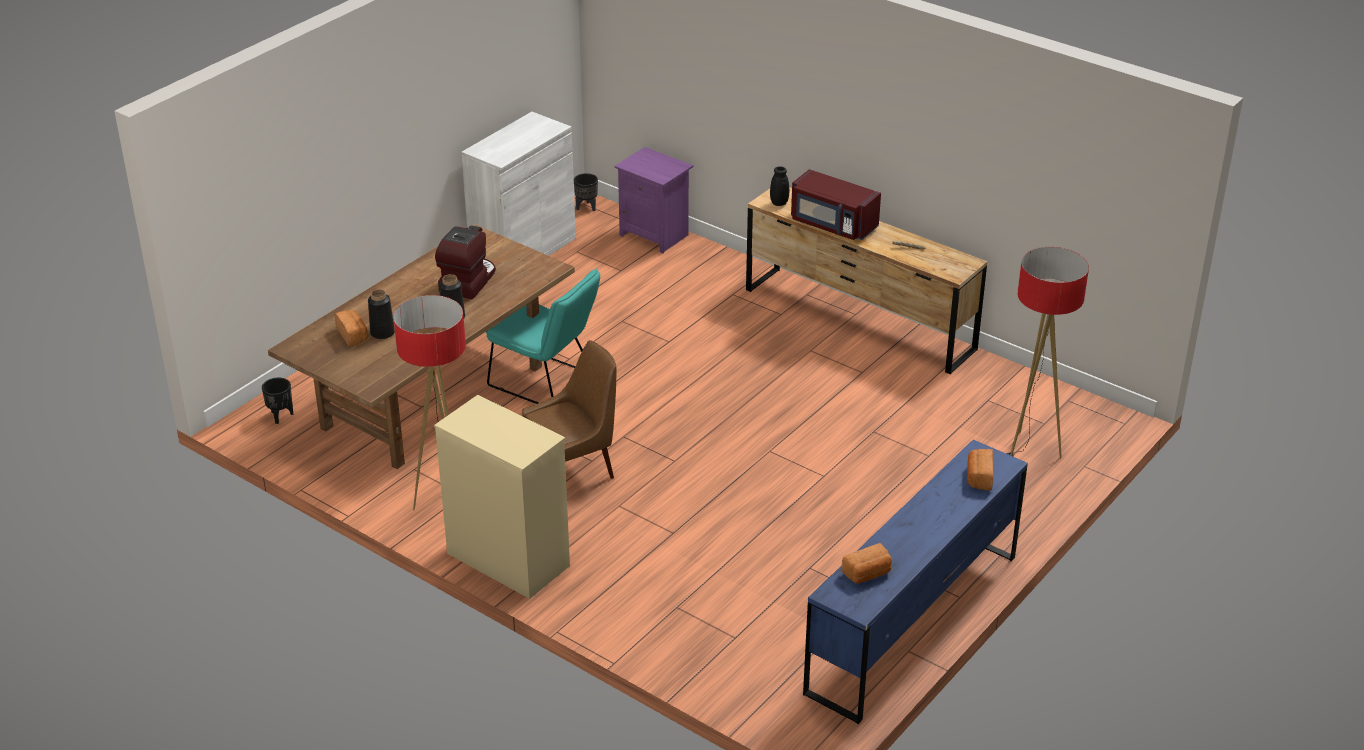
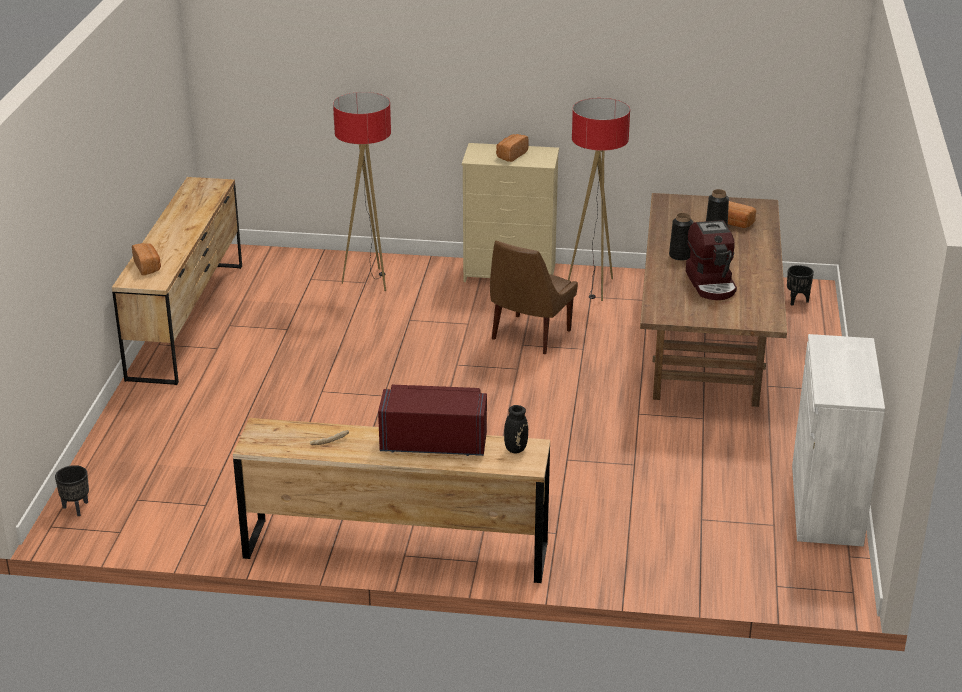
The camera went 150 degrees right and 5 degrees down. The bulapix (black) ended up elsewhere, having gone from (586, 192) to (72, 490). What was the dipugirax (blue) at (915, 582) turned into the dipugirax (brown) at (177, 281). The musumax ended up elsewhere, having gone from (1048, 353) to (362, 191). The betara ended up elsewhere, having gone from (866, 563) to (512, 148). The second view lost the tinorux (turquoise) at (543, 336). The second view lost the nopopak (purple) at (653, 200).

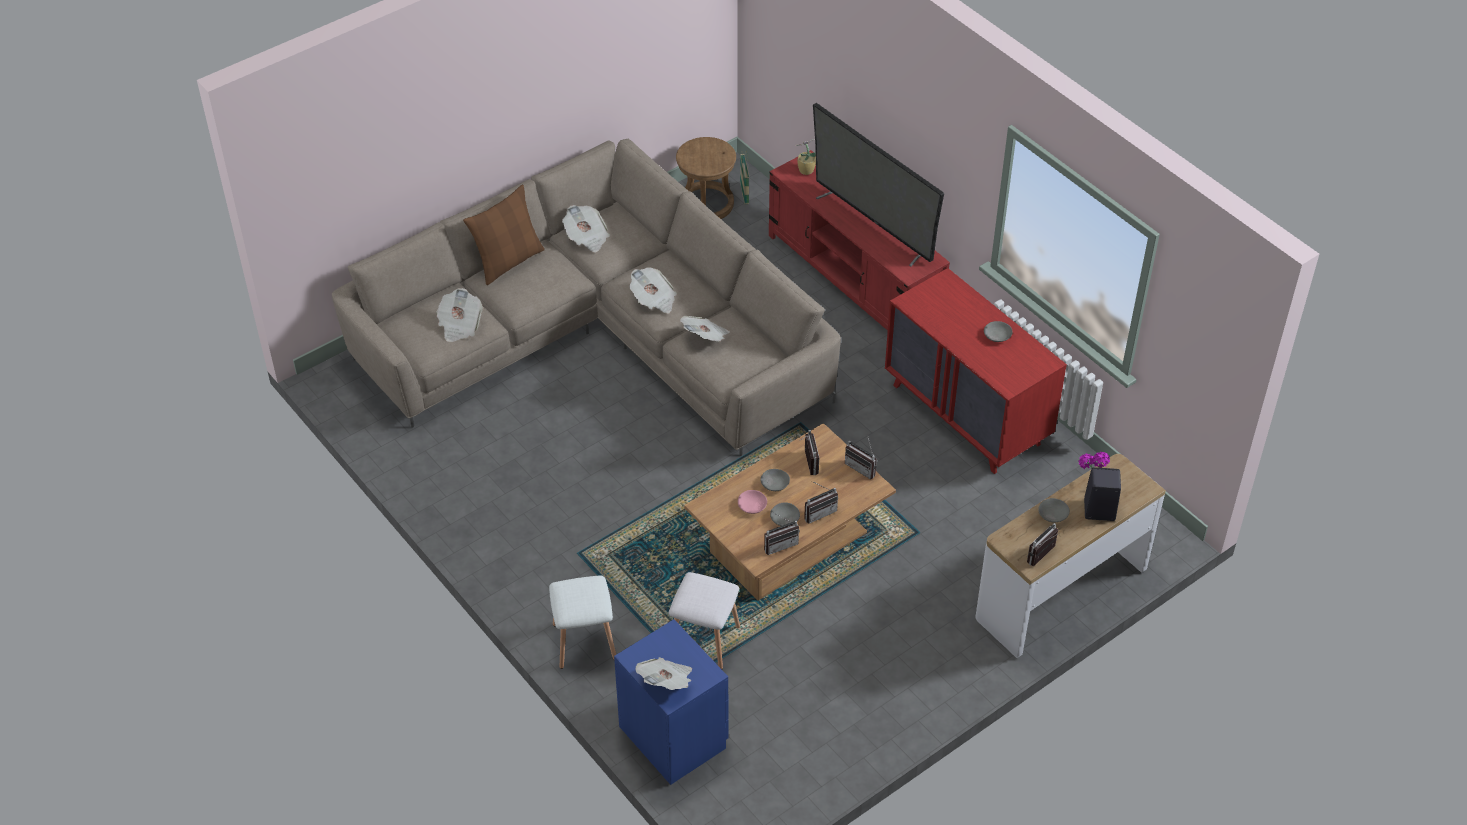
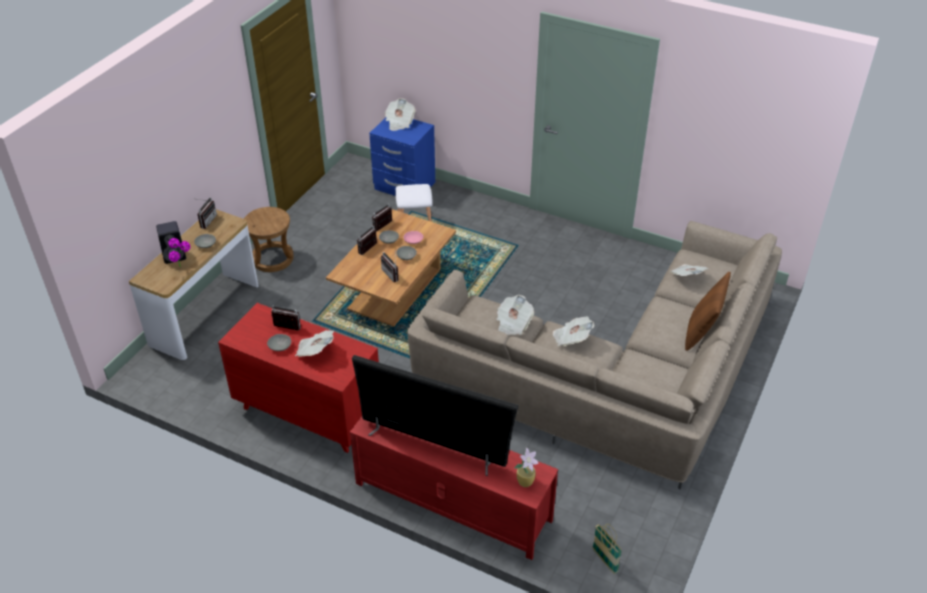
The camera went 155 degrees right and 5 degrees down. The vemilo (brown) ended up elsewhere, having gone from (706, 178) to (269, 239). The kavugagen ended up elsewhere, having gone from (861, 456) to (286, 318). The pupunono ended up elsewhere, having gone from (586, 229) to (314, 343). The second view lost the vemilo (white) at (582, 622).

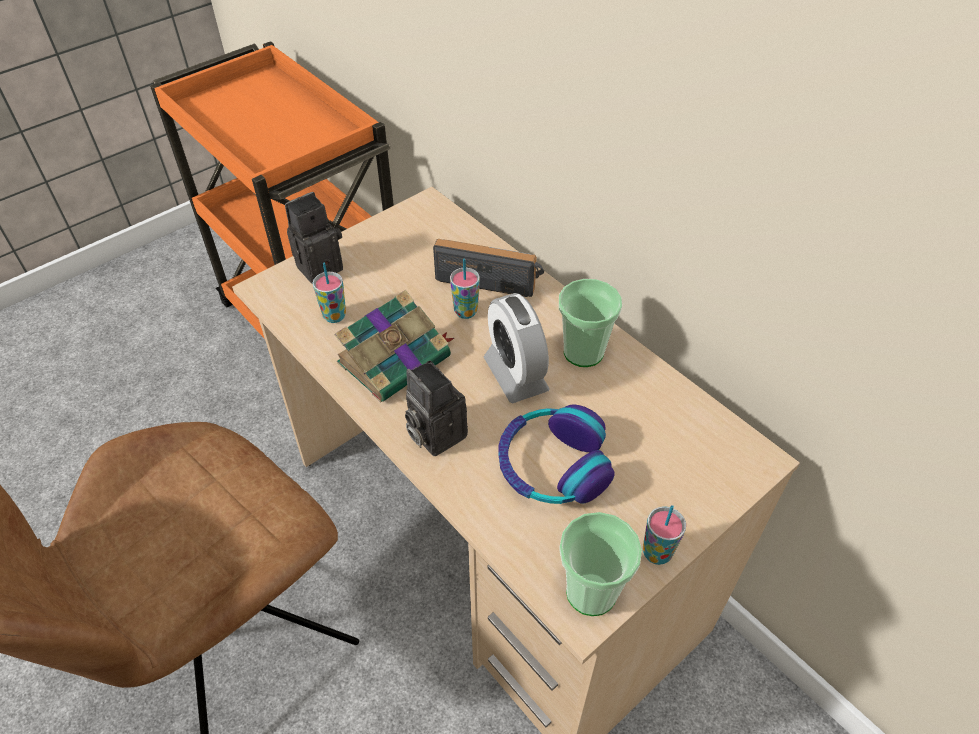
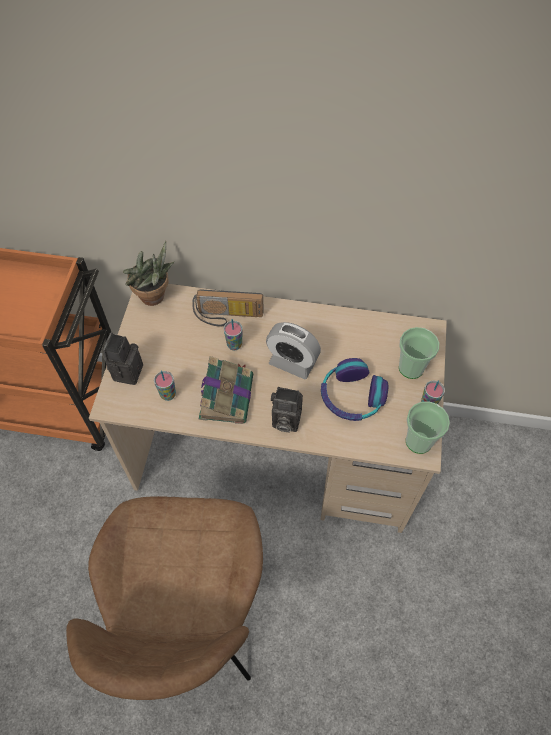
The camera went 40 degrees left and 10 degrees up. The second view gained the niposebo at (148, 273). The kavugagen at (488, 268) ended up facing another way, 150 degrees counterclockwise from before. The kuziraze ended up elsewhere, having gone from (590, 323) to (419, 353).

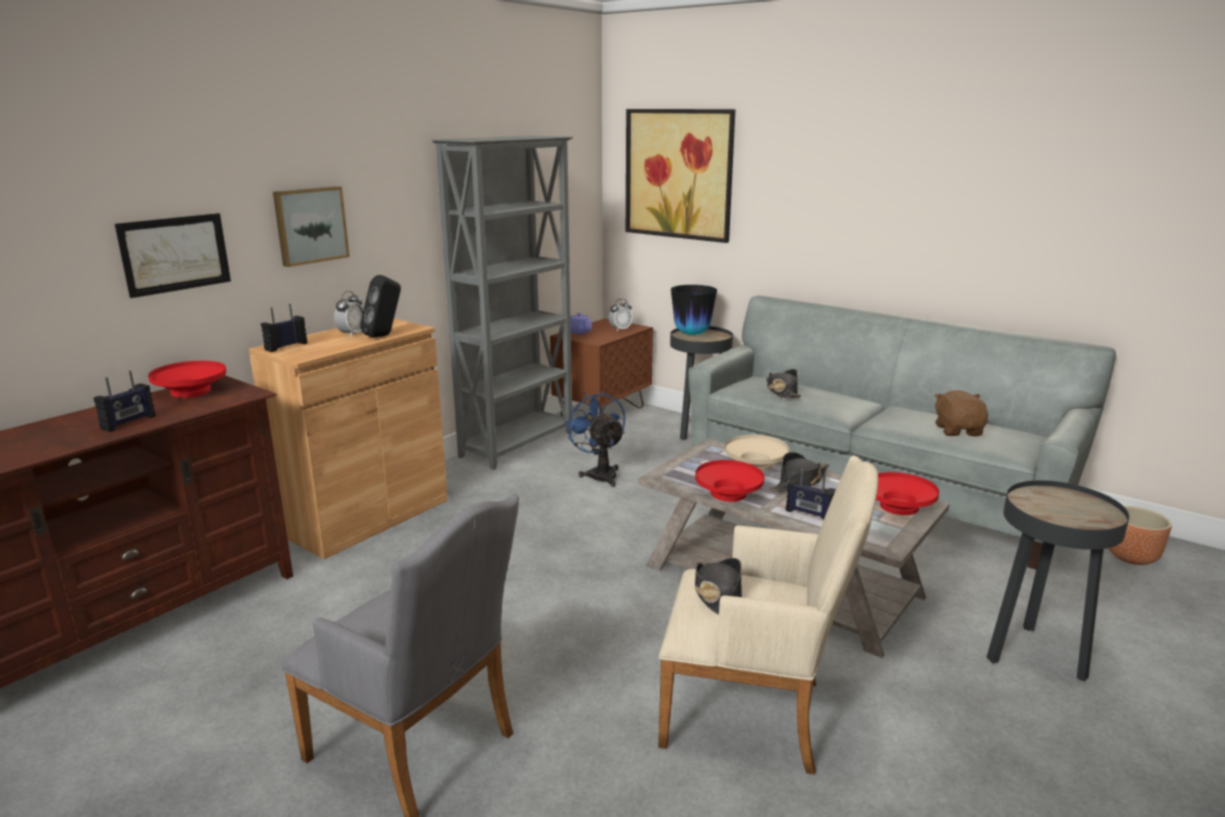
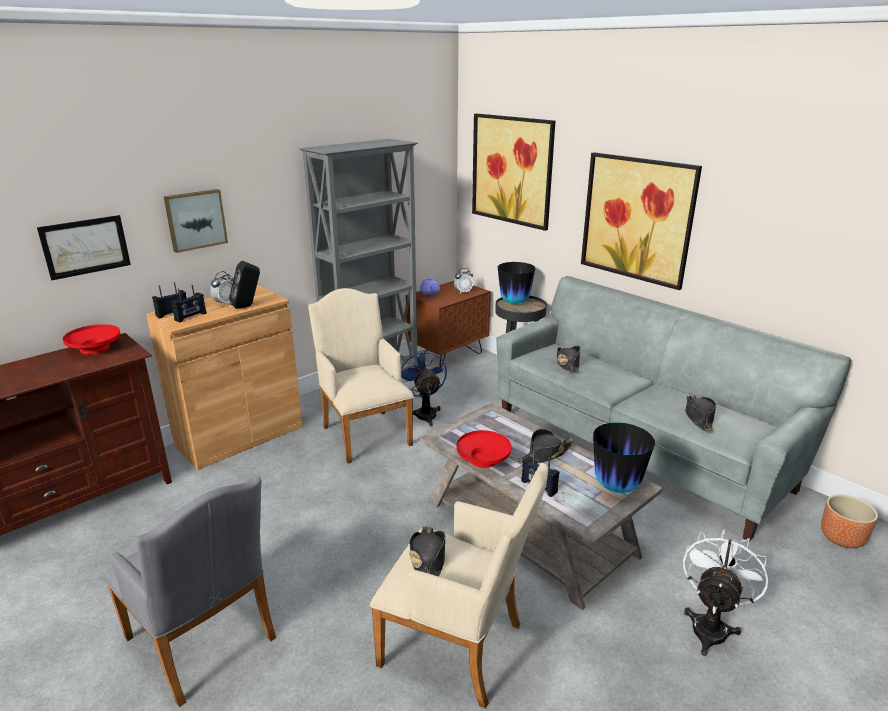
The camera went 10 degrees right and 5 degrees up. The kavugagen ended up elsewhere, having gone from (125, 401) to (188, 303). The second view gained the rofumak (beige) at (361, 376). The second view gained the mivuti at (641, 221). Where the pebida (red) stood at (907, 493), the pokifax came to stand at (624, 457). Where the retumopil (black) stood at (1058, 580), the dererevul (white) came to stand at (725, 592). Where the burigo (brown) stood at (961, 413), the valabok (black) came to stand at (700, 413). The second view lost the pebida (beige) at (757, 453).

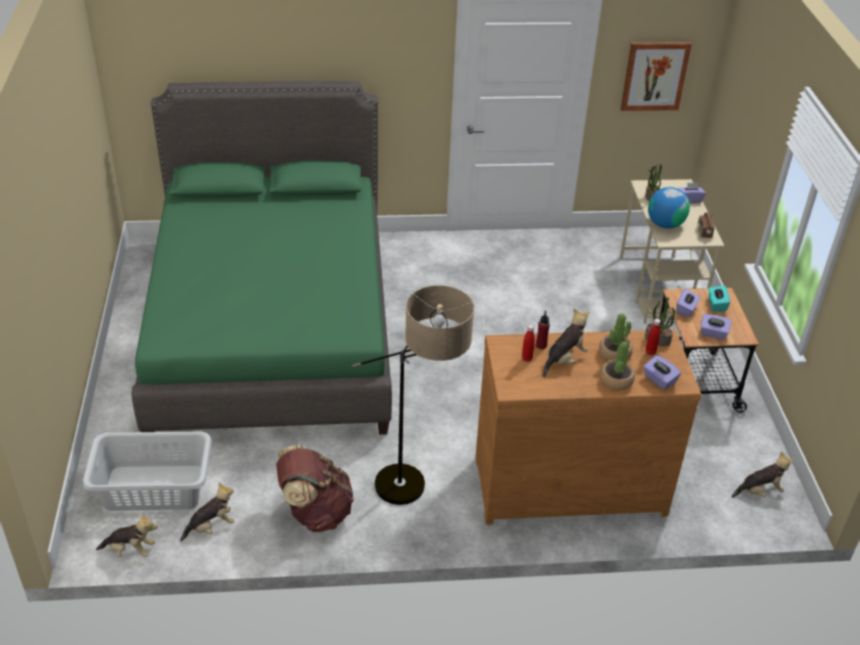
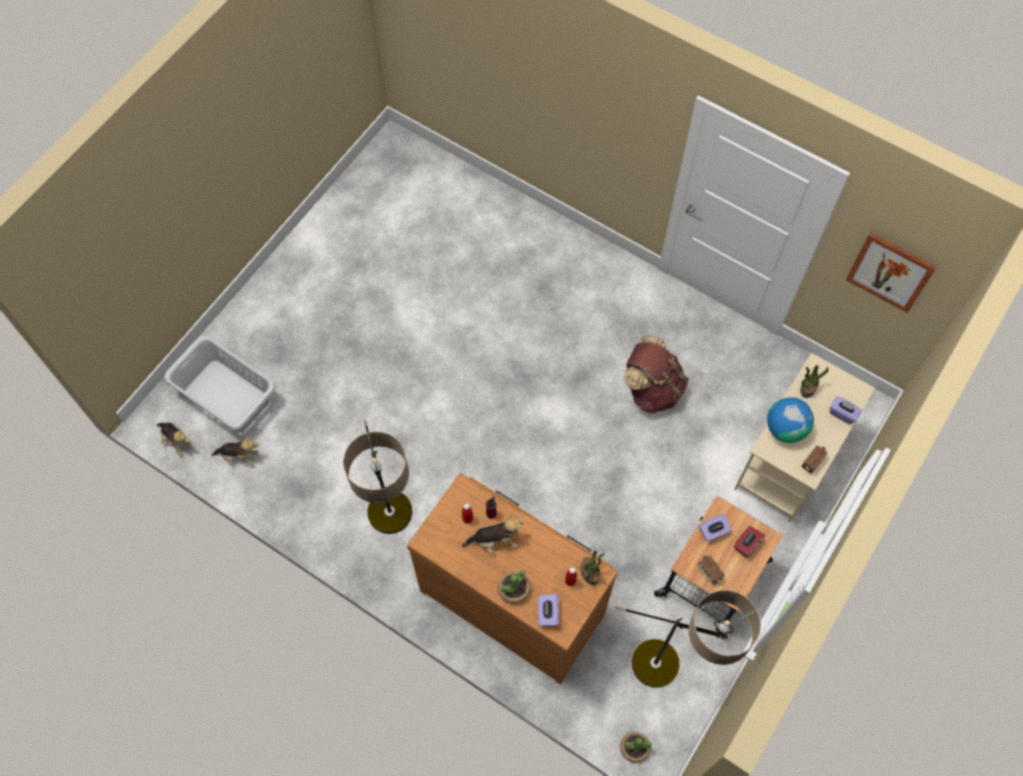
The camera went 40 degrees right and 25 degrees up. The second view gained the musumax at (688, 638). The niposebo ended up elsewhere, having gone from (616, 337) to (636, 747). The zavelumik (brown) ended up elsewhere, having gone from (315, 488) to (656, 374). Where the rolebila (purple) stood at (716, 327), the kavugagen came to stand at (711, 570). What was the rolebila (turquoise) at (719, 299) turned into the rolebila (red) at (749, 541). The second view lost the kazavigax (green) at (261, 262). The second view lost the burigo at (763, 474).

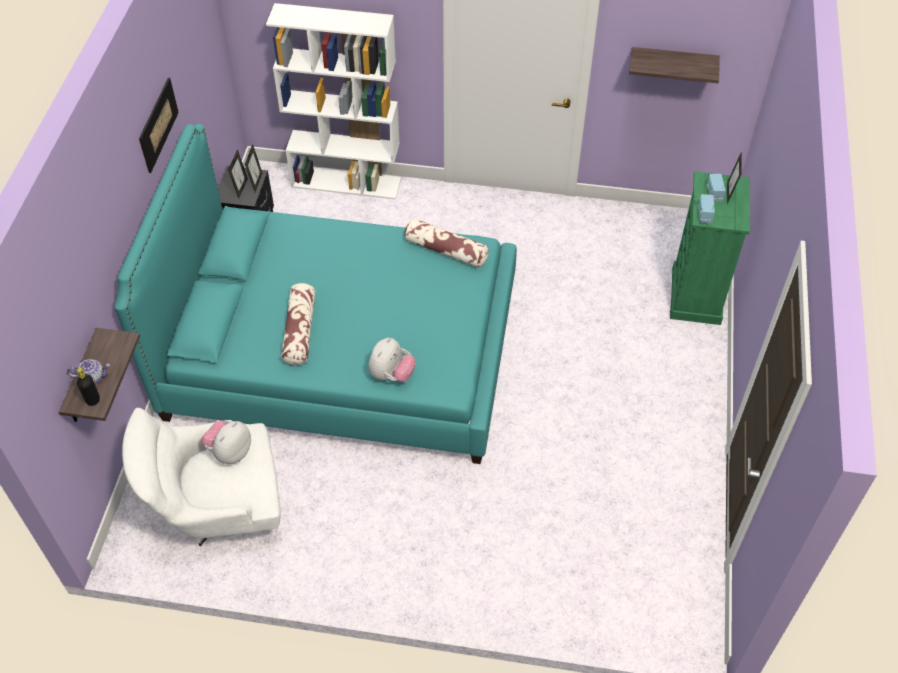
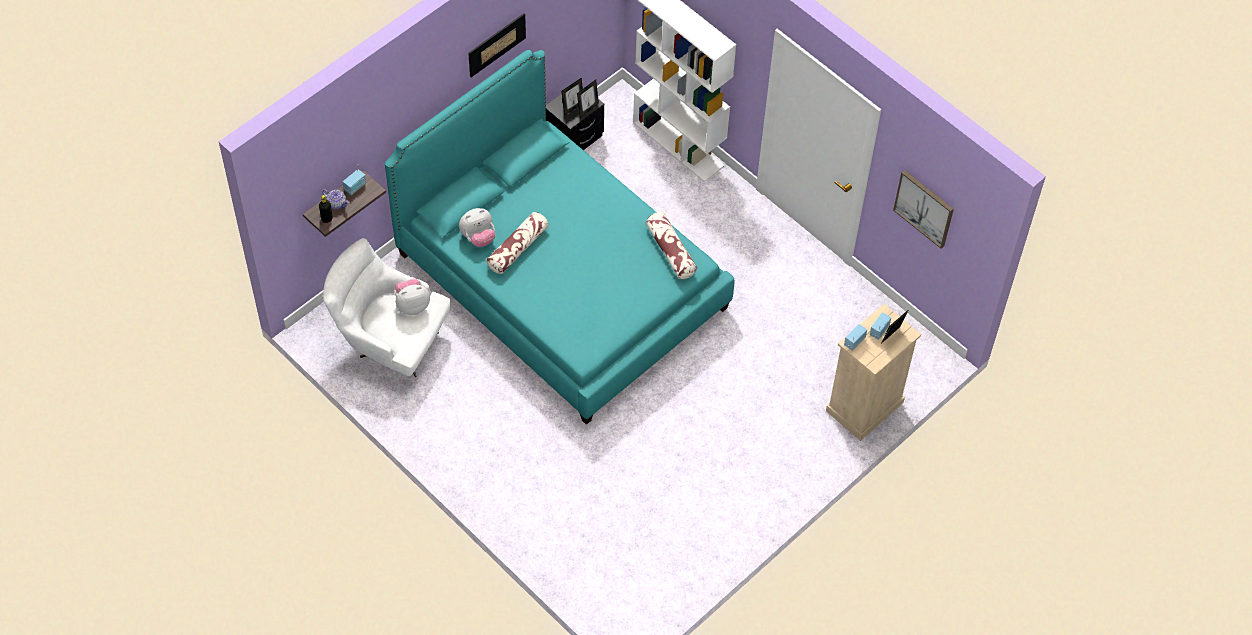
The camera went 35 degrees right and 5 degrees up. The second view gained the kavugagen at (354, 182). The burigo ended up elsewhere, having gone from (392, 360) to (477, 227). What was the dipugirax (green) at (710, 248) turned into the dipugirax (beige) at (873, 372). Where the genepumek hung at (674, 65), the mivuti came to hang at (923, 209).

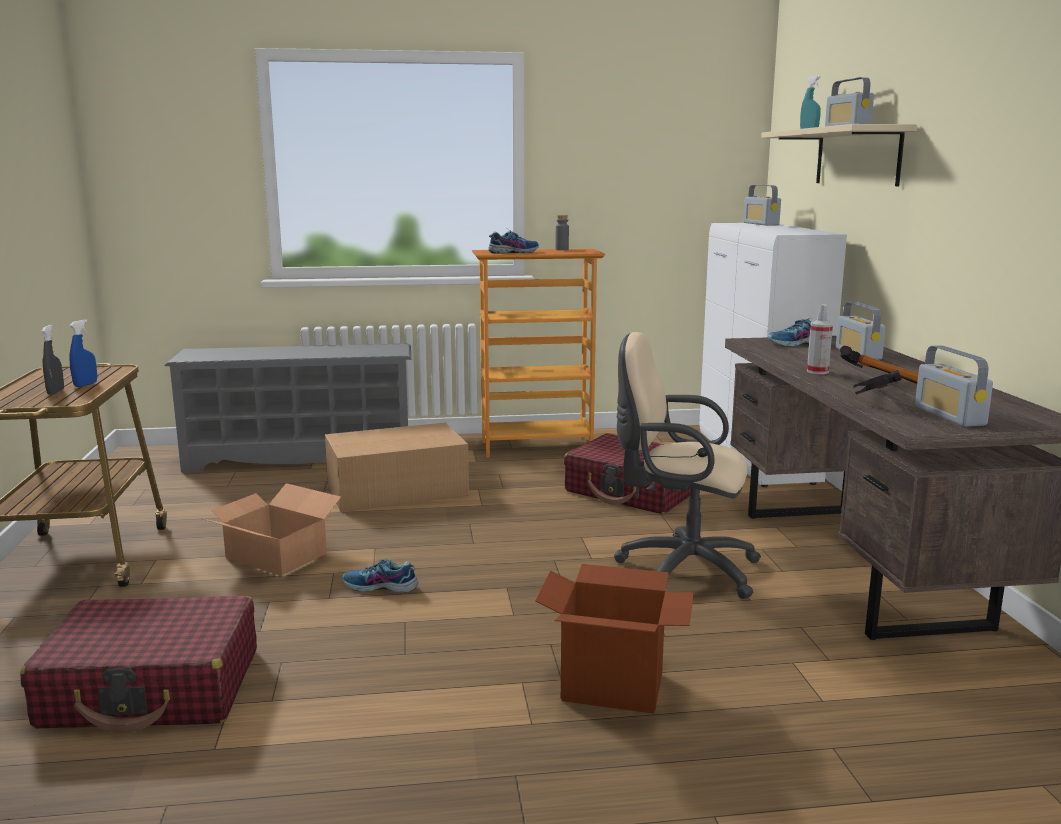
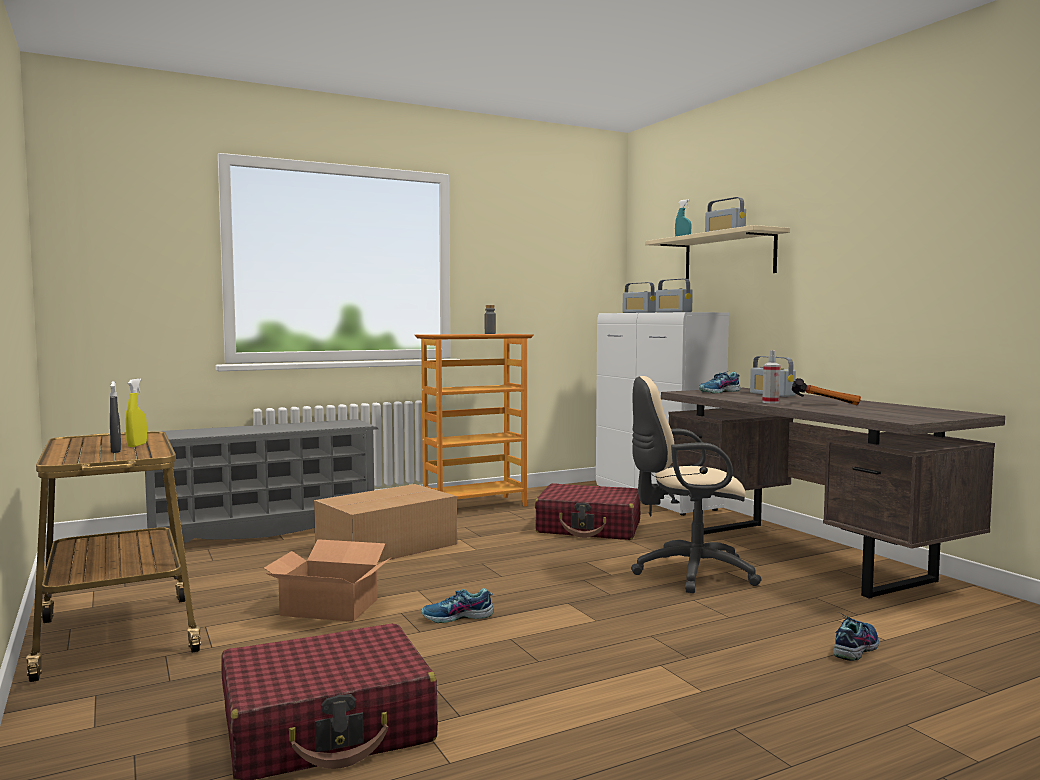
The camera went 20 degrees left and 10 degrees down. What was the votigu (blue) at (83, 353) turned into the votigu (yellow) at (136, 412). The kavugagen ended up elsewhere, having gone from (954, 386) to (674, 295). The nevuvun ended up elsewhere, having gone from (513, 241) to (856, 636). The second view lost the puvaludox at (614, 639). The second view lost the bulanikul at (877, 382).

